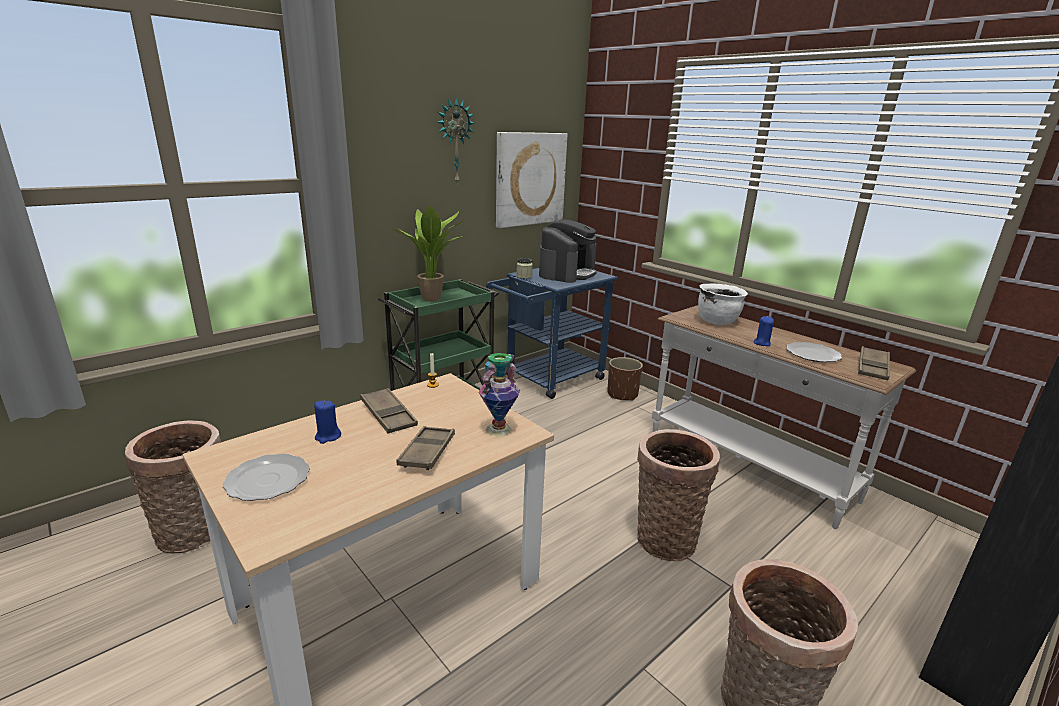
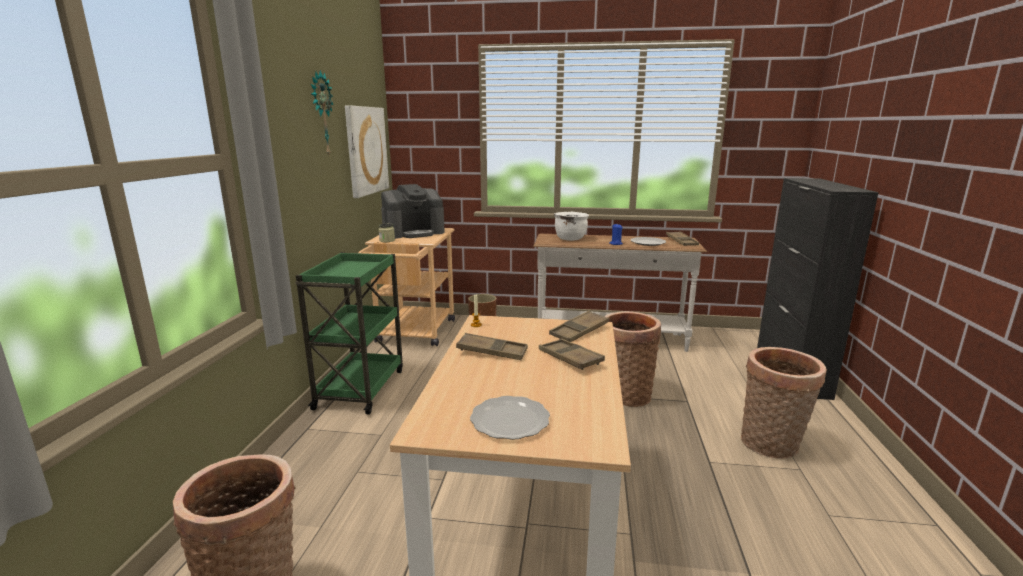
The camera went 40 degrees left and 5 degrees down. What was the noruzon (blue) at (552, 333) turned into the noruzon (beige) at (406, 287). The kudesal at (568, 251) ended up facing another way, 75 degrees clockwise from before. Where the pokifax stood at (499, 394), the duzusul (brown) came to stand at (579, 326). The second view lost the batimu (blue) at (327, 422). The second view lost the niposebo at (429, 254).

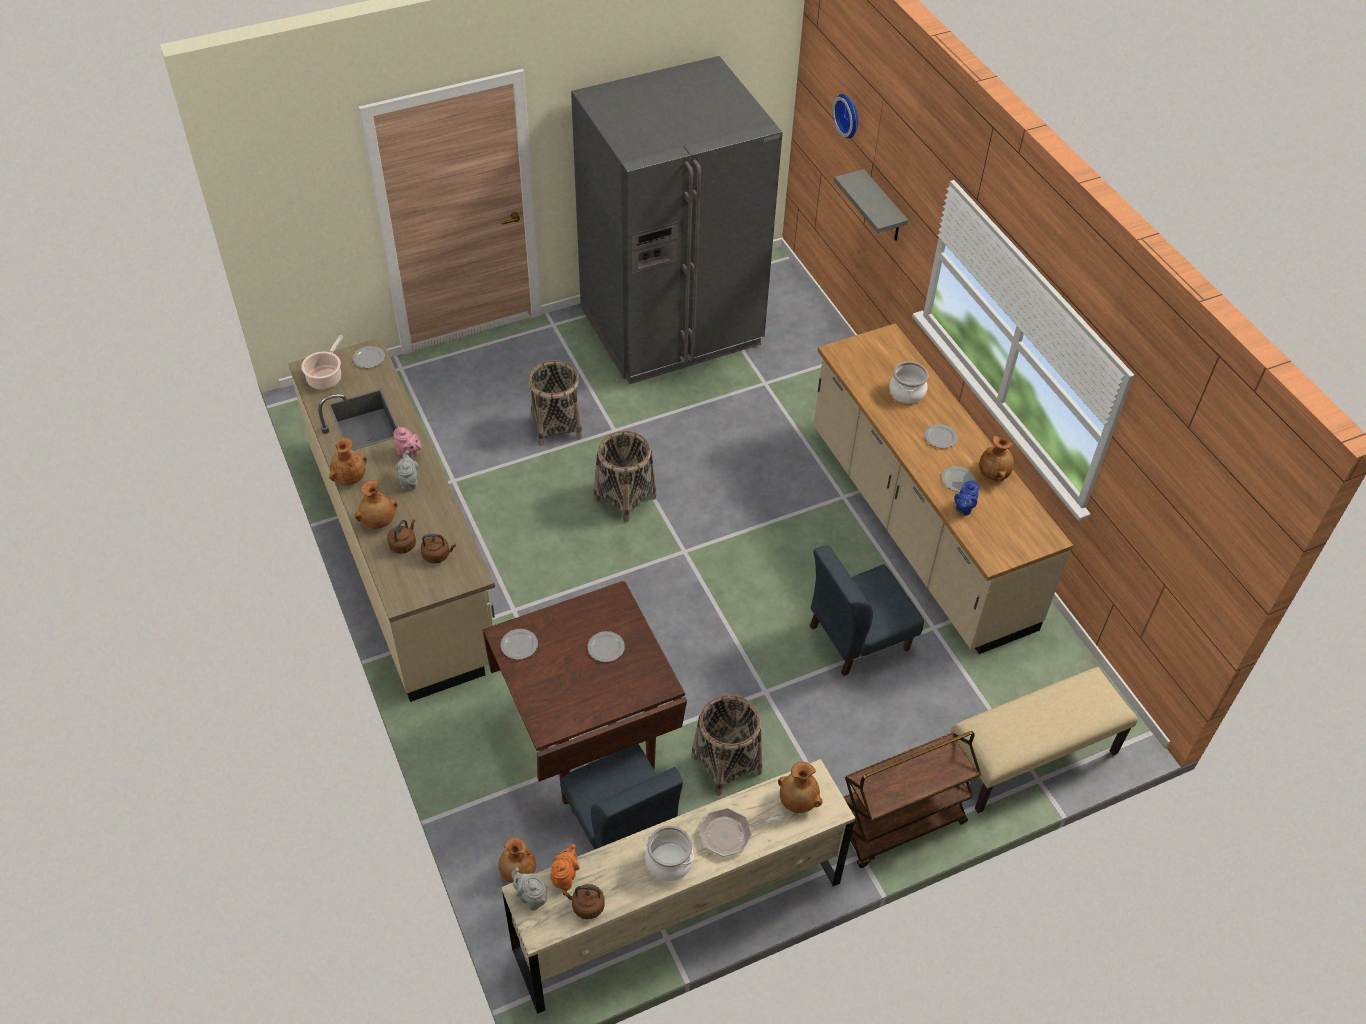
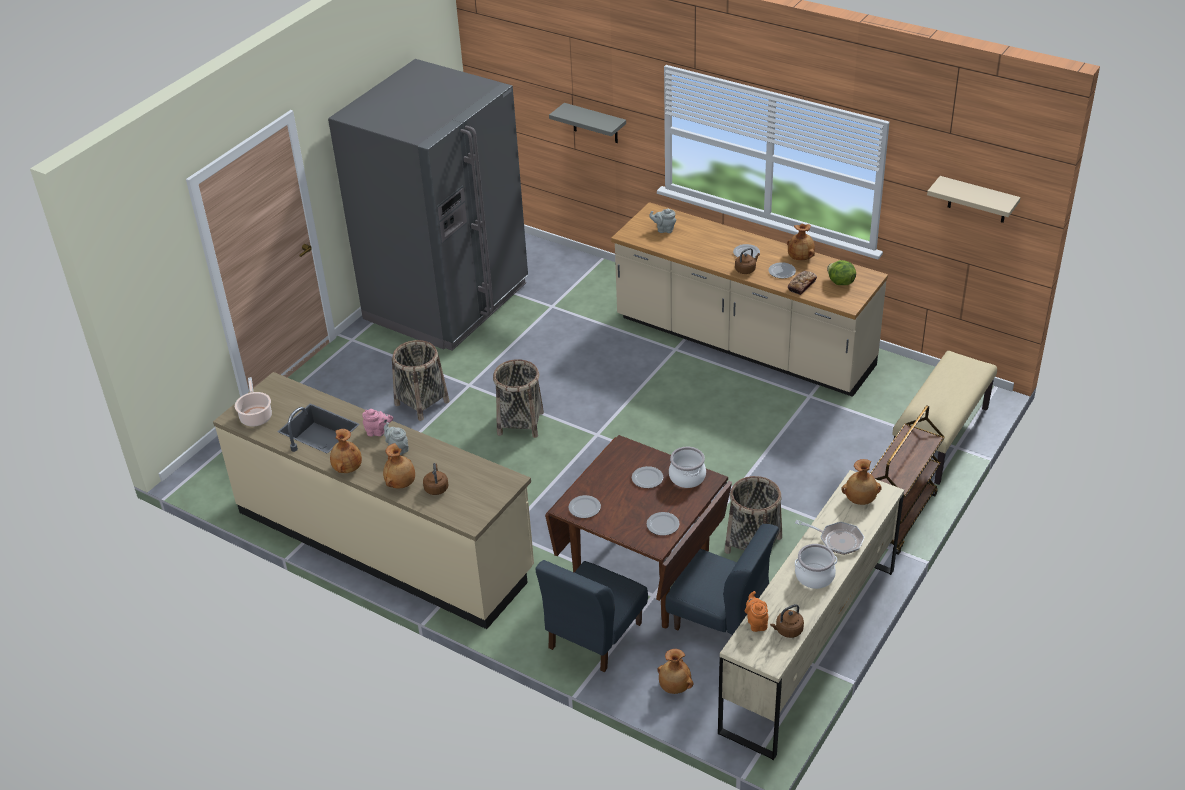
The camera went 30 degrees left and 10 degrees down. The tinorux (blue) ended up elsewhere, having gone from (867, 610) to (592, 616). The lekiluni ended up elsewhere, having gone from (369, 357) to (663, 524). The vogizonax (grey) ended up elsewhere, having gone from (529, 889) to (662, 221). The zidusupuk ended up elsewhere, having gone from (908, 382) to (687, 467). The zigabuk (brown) ended up elsewhere, having gone from (438, 548) to (747, 261). Where the vogizonax (blue) stood at (966, 498), the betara came to stand at (802, 283). The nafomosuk at (741, 832) ended up facing another way, 105 degrees counterclockwise from before. The second view gained the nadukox at (841, 272). The second view gained the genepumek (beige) at (974, 199). The second view lost the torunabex at (845, 116).

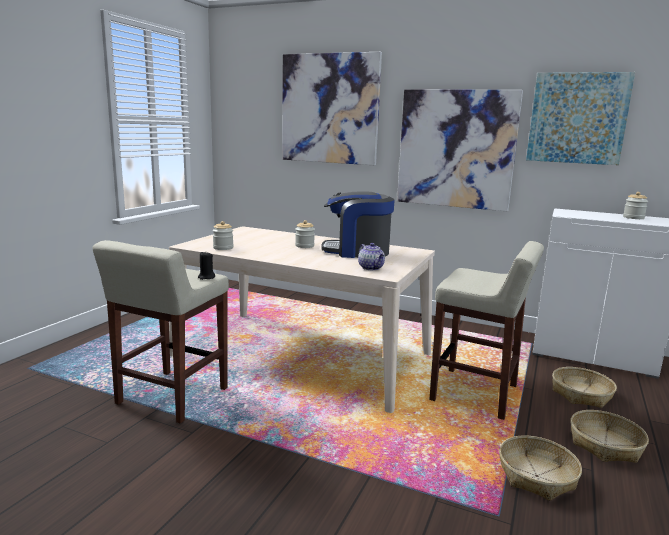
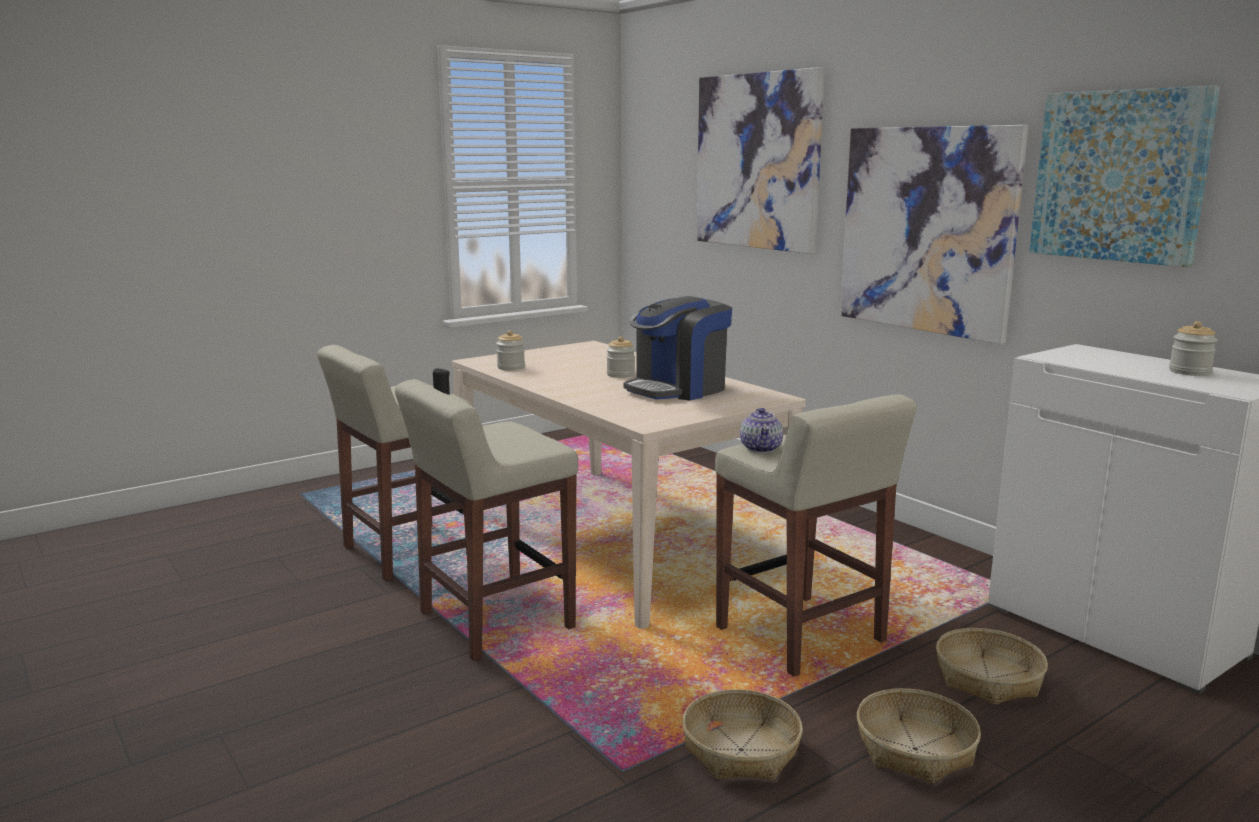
The camera went 30 degrees right and 0 degrees up. The second view gained the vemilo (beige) at (486, 520). The kudesal at (358, 224) ended up facing another way, 75 degrees counterclockwise from before. The vogizonax ended up elsewhere, having gone from (371, 256) to (761, 430).

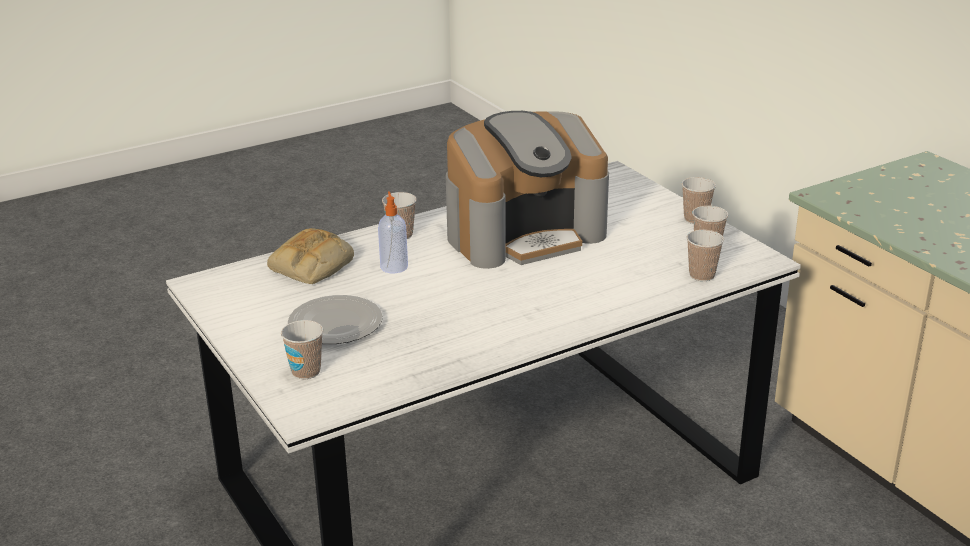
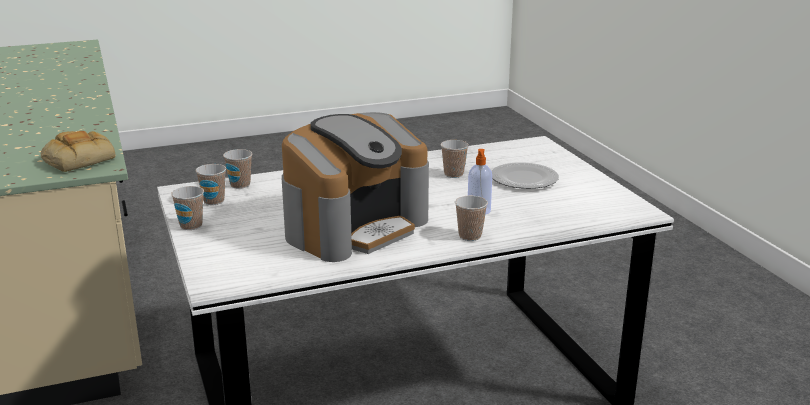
The camera went 170 degrees left and 5 degrees down. The betara ended up elsewhere, having gone from (310, 256) to (78, 151). The kudesal at (527, 190) ended up facing another way, 150 degrees clockwise from before. The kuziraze ended up elsewhere, having gone from (302, 349) to (455, 159).

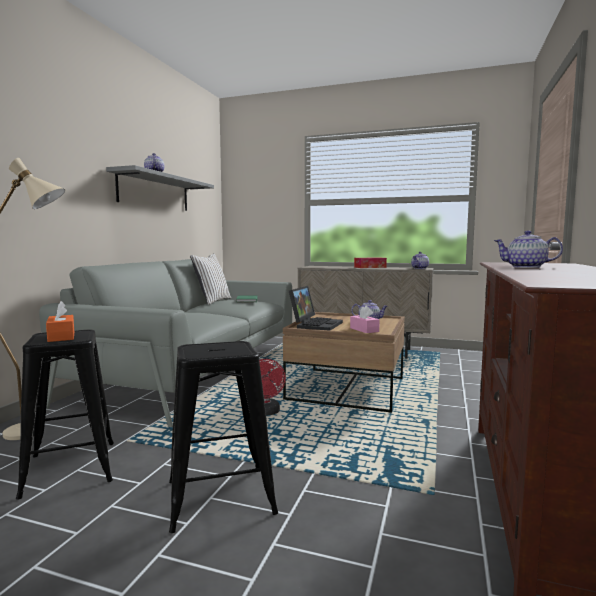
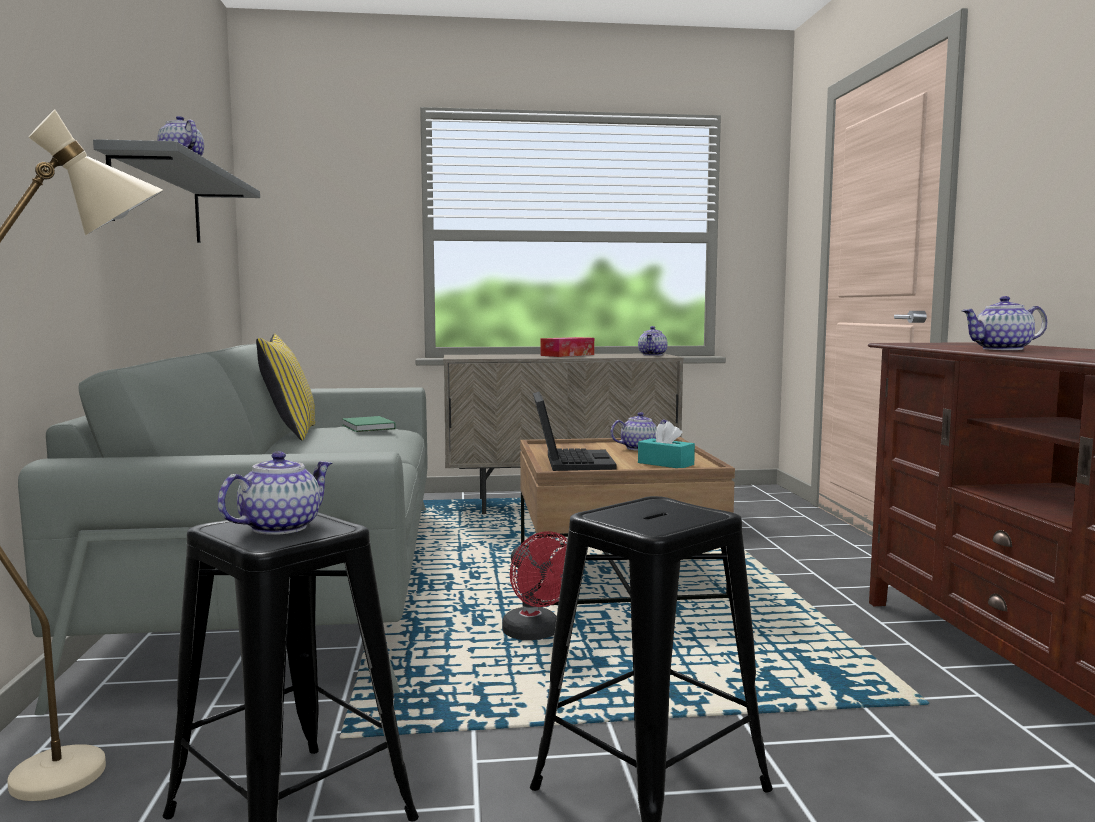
The camera went 25 degrees left and 0 degrees up. Where the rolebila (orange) stood at (60, 321), the vogizonax came to stand at (275, 493). What was the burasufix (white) at (210, 279) turned into the burasufix (yellow) at (285, 387). What was the rolebila (pink) at (365, 319) turned into the rolebila (turquoise) at (666, 444).

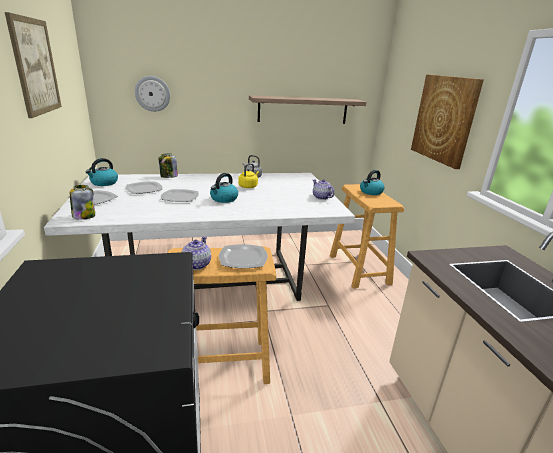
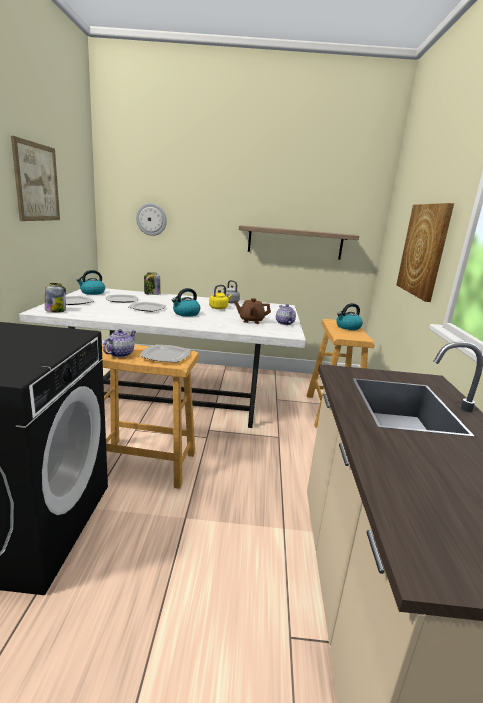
The camera went 15 degrees right and 5 degrees down. The second view gained the vogizonax (brown) at (252, 311).

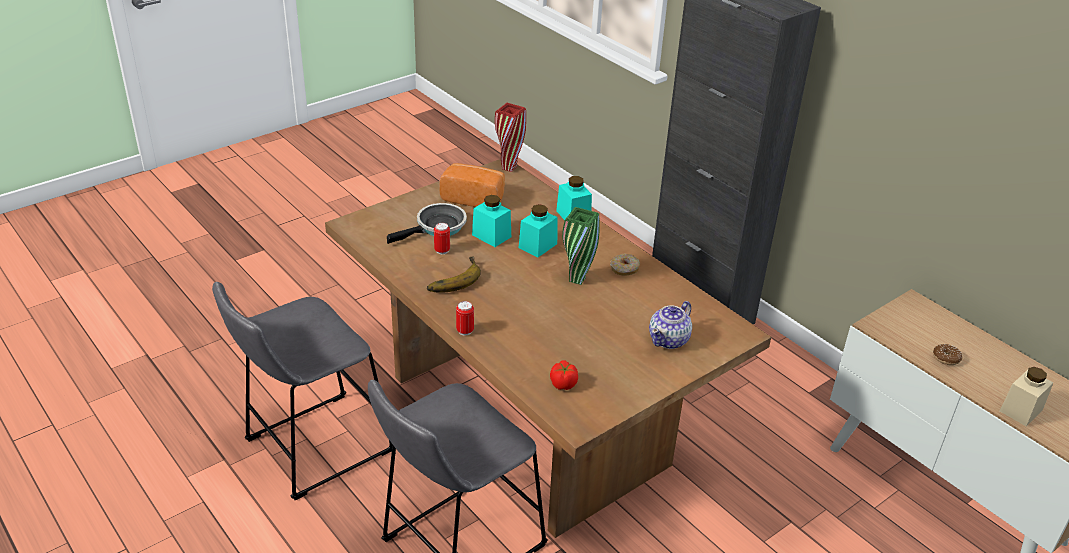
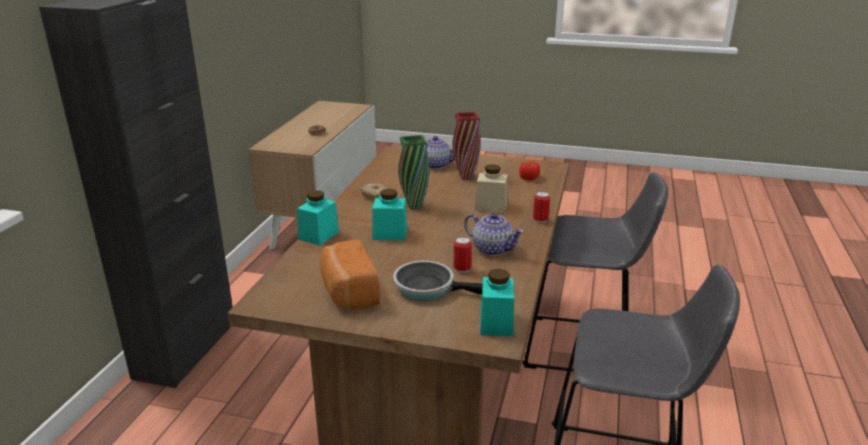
The camera went 125 degrees left and 10 degrees down. The pokifax (red) ended up elsewhere, having gone from (510, 137) to (467, 146). Where the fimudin stood at (454, 274), the vogizonax came to stand at (494, 234). The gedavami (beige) ended up elsewhere, having gone from (1026, 396) to (491, 188). The gedavami (turquoise) ended up elsewhere, having gone from (491, 221) to (497, 302).

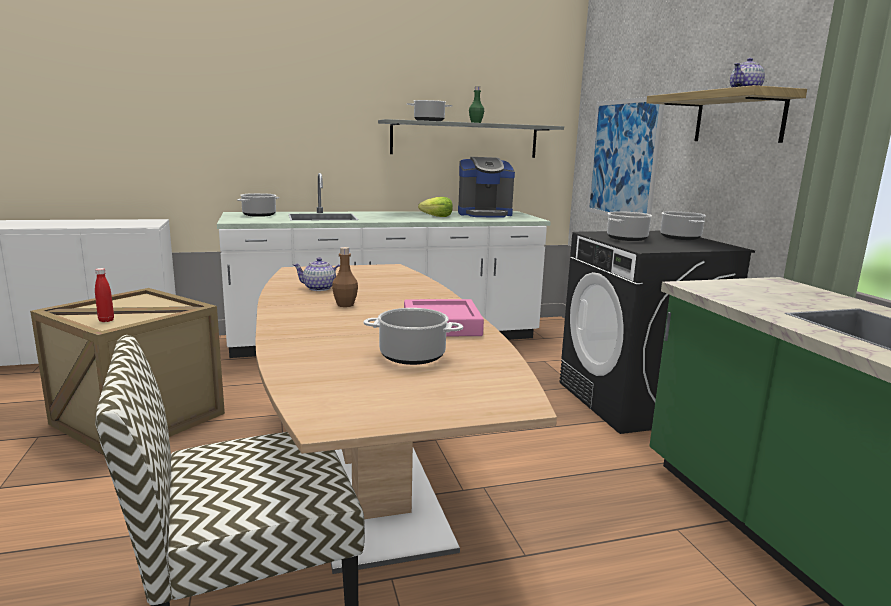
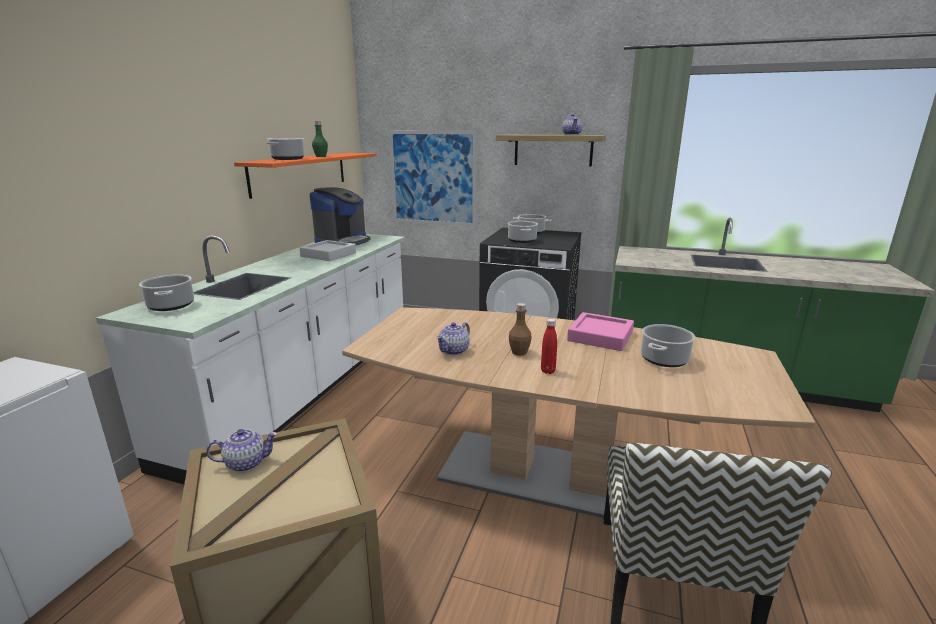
The camera went 55 degrees left and 5 degrees up. The second view gained the vogizonax at (242, 450). What was the genepumek (grey) at (471, 138) turned into the genepumek (orange) at (305, 176). Where the nadukox stood at (435, 207), the duzusul (grey) came to stand at (328, 250). The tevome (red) ended up elsewhere, having gone from (104, 295) to (549, 346).

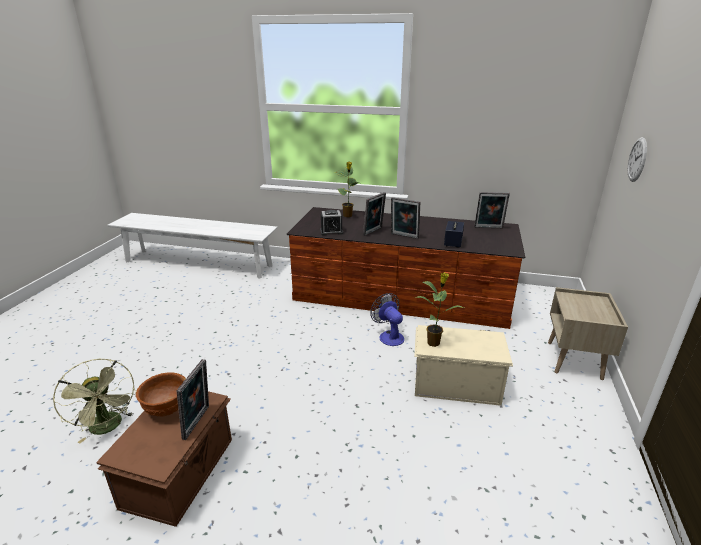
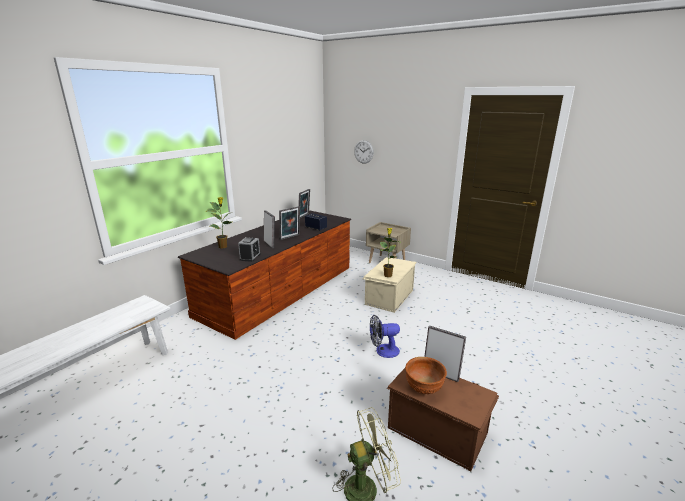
The camera went 70 degrees left and 5 degrees down. The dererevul ended up elsewhere, having gone from (387, 319) to (385, 336).

